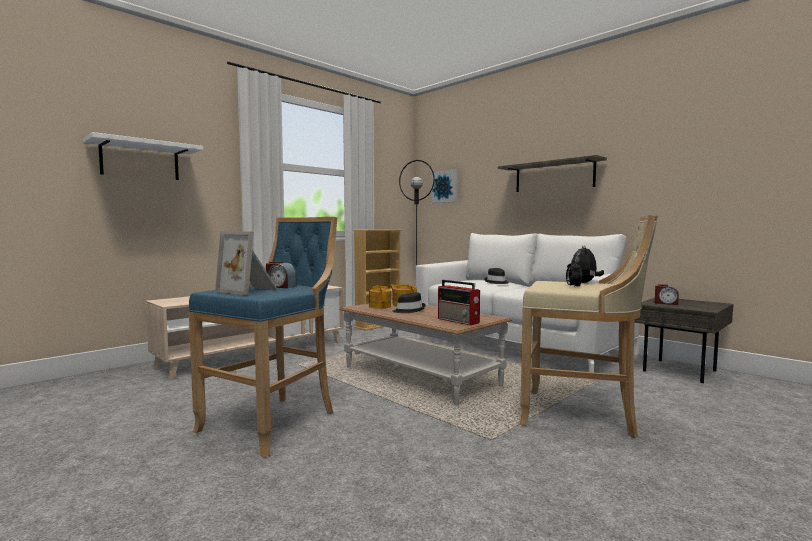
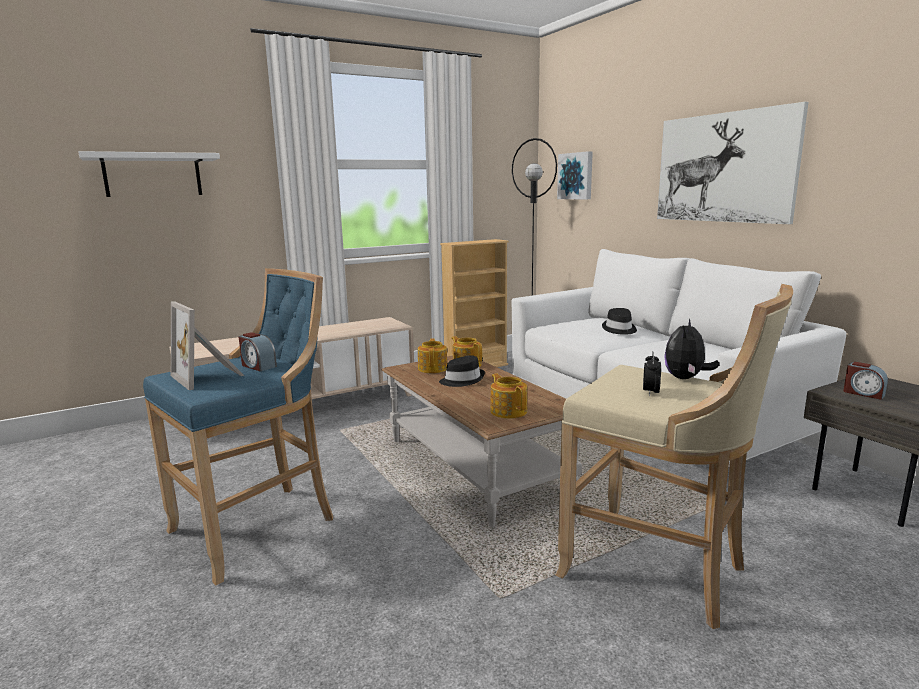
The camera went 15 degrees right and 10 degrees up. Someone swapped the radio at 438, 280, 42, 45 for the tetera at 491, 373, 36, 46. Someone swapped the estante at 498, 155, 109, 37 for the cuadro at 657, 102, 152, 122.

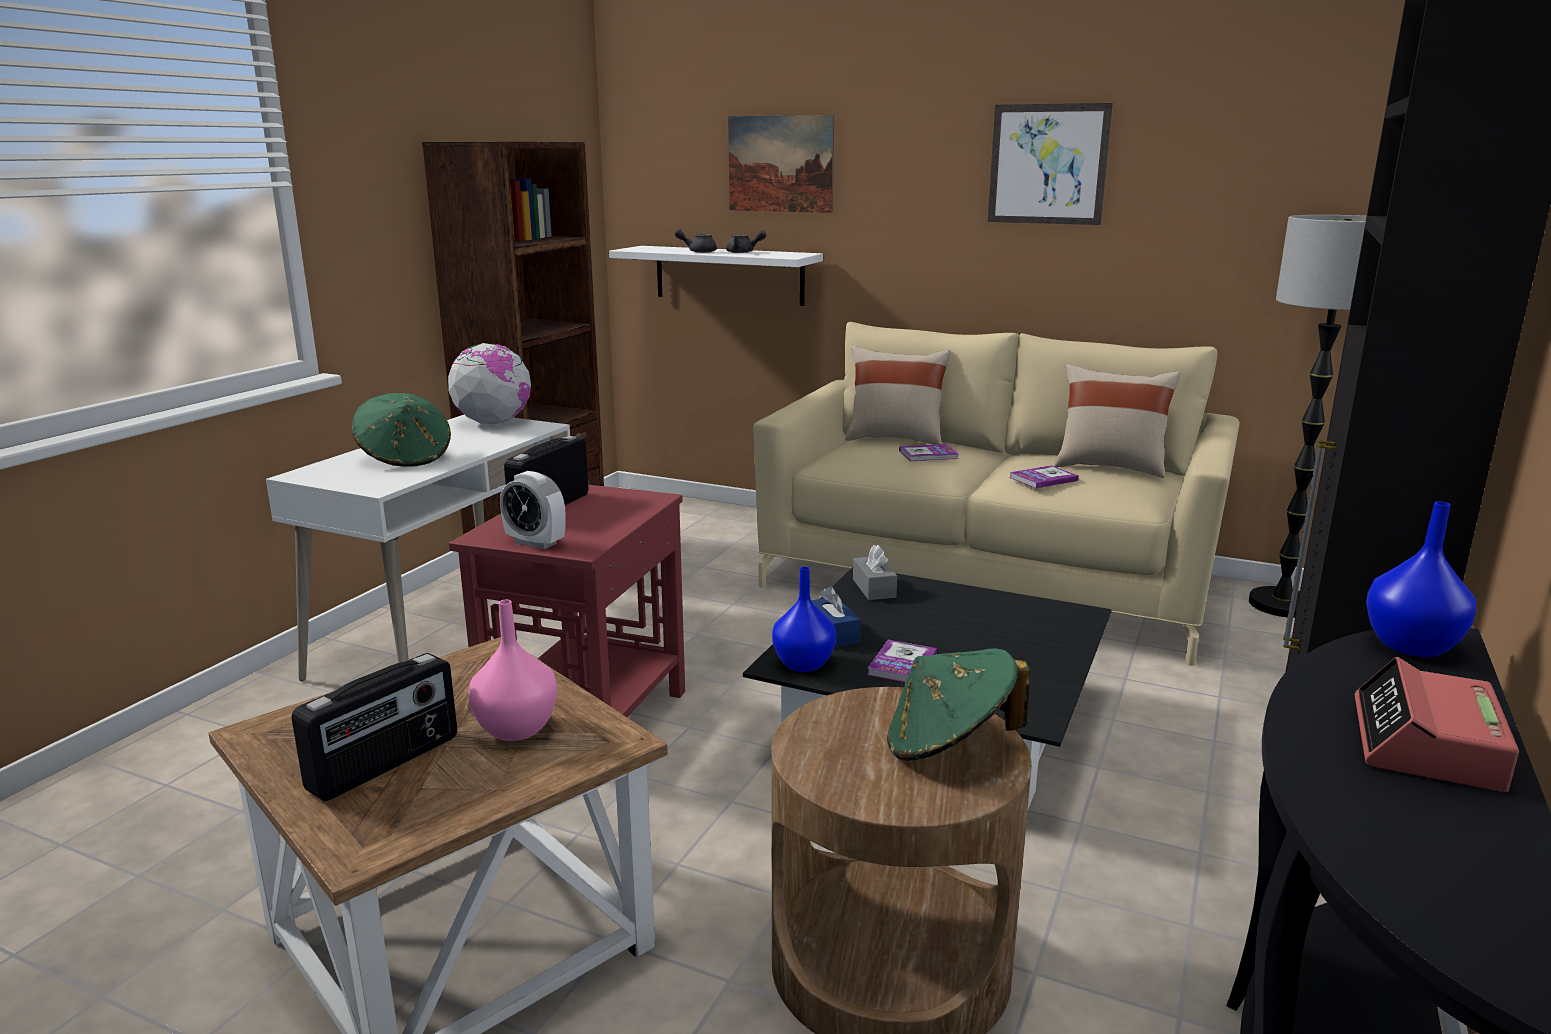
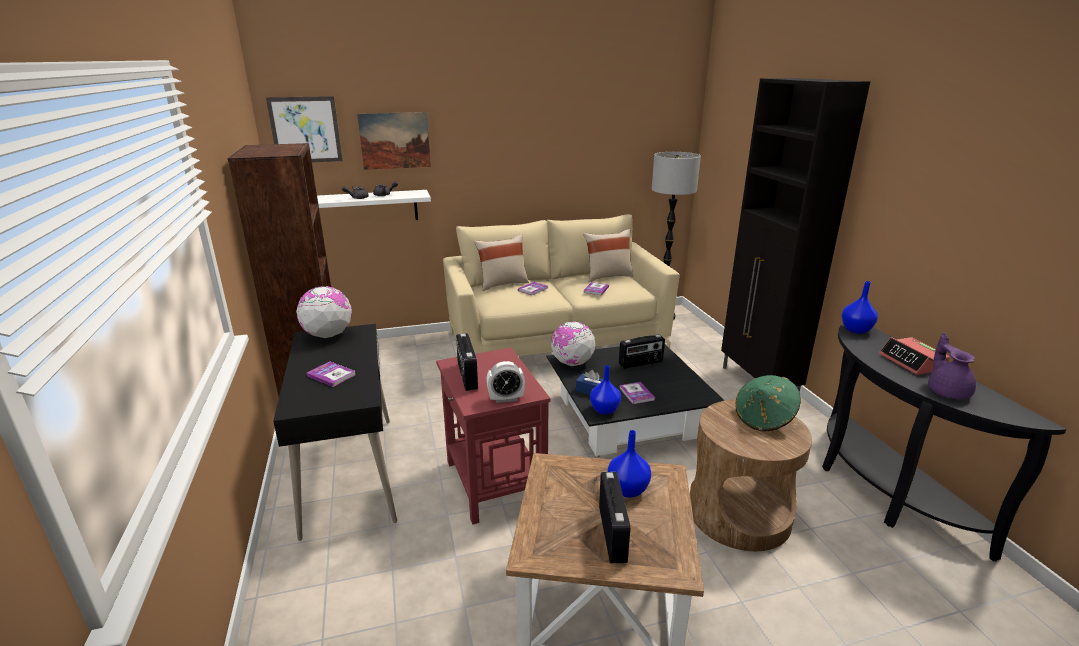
The camera went 40 degrees left and 5 degrees up. Someone repainted the escritorio [blanco] at 266, 415, 304, 267, which became the escritorio [negro] at 273, 324, 124, 217. Someone swapped the sombrero [verde] at 352, 393, 99, 74 for the libro at 306, 362, 50, 25. Someone repainted the florero [rosa] at 469, 599, 89, 142, which became the florero [azul] at 608, 430, 43, 68. Someone swapped the caja de pañuelos [gris] at 853, 545, 44, 55 for the globo terráqueo at 551, 322, 44, 44. Someone carried the cuadro from 988, 103, 125, 122 to 266, 96, 77, 66. Someone put down the radio at 619, 334, 46, 35. Someone put down the tetera [morado] at 928, 333, 48, 66.

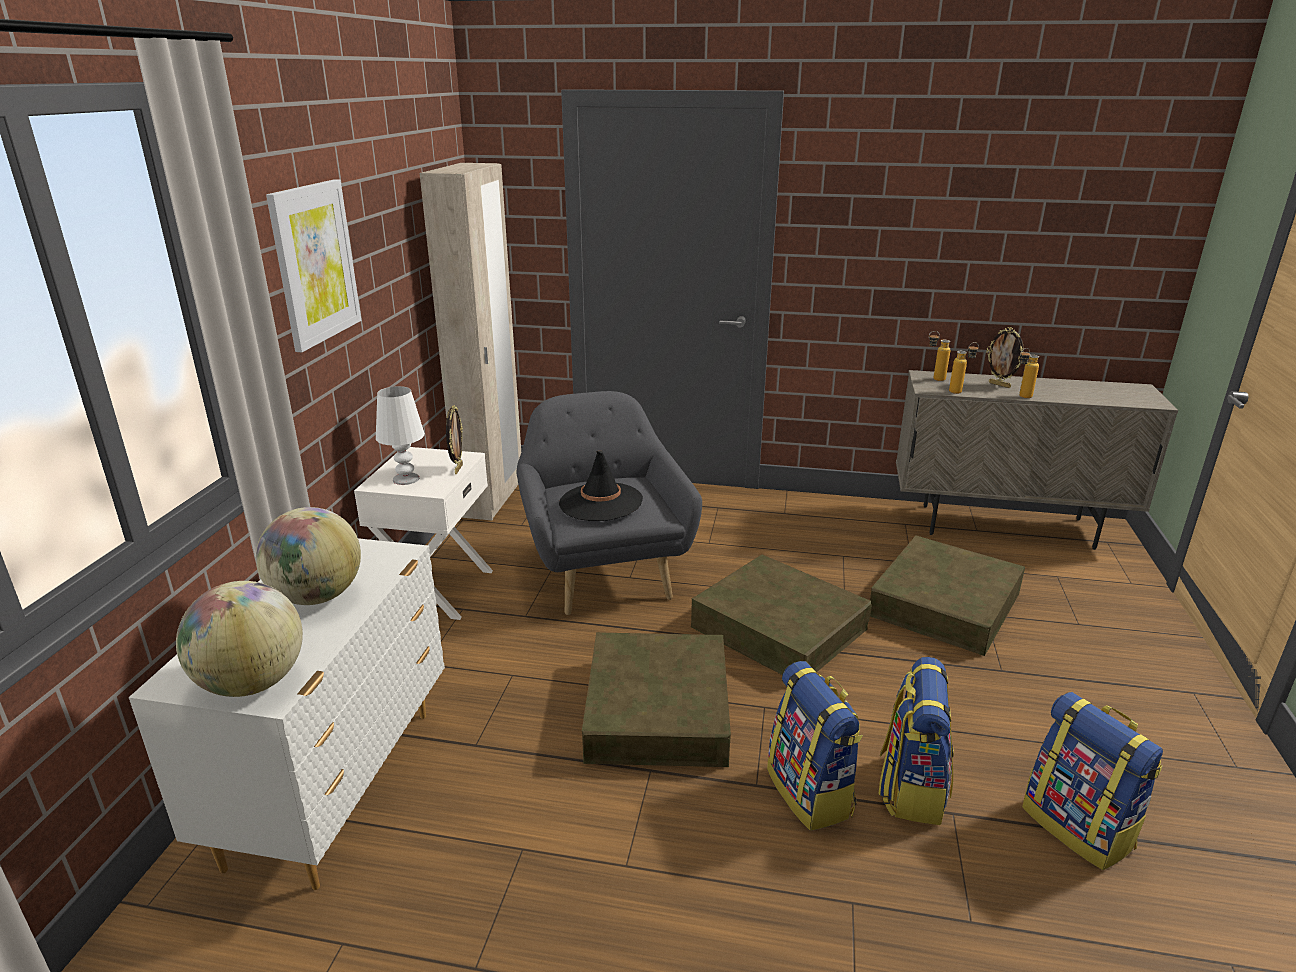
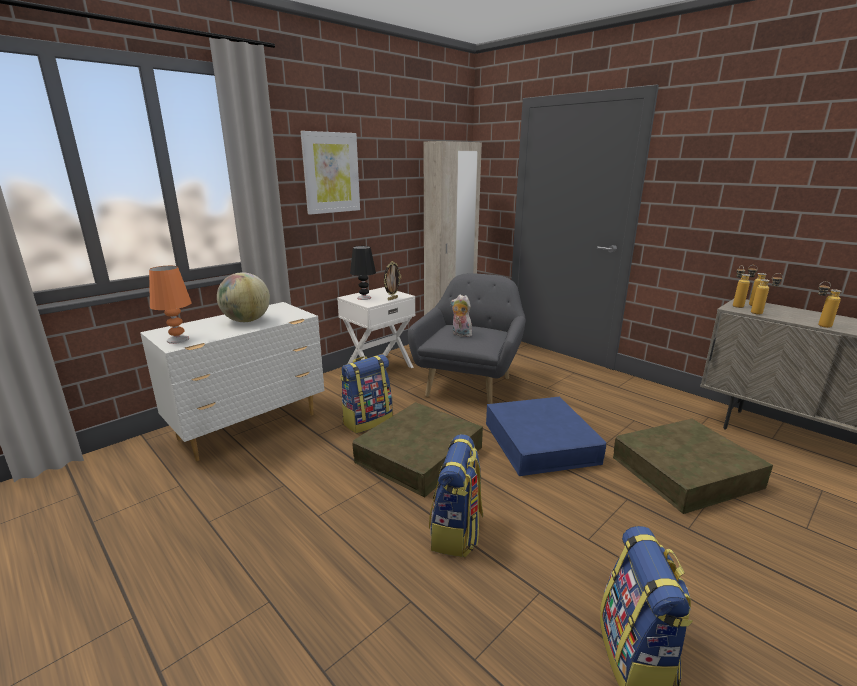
The camera went 35 degrees right and 5 degrees down. Someone swapped the globo terráqueo at 176, 581, 127, 116 for the lámpara de mesa [naranja] at 149, 266, 43, 78. Someone repainted the lámpara de mesa [blanco] at 376, 386, 49, 99, which became the lámpara de mesa [negro] at 350, 246, 26, 54. Someone swapped the sombrero [negro] at 559, 451, 84, 70 for the peluche at 451, 295, 24, 42. Someone repainted the caja de almacenaje [marrón] at 691, 555, 181, 120, which became the caja de almacenaje [azul] at 486, 397, 120, 79. Someone carried the mochila from 879, 657, 75, 168 to 340, 354, 53, 80. Someone took away the portarretratos at 986, 327, 38, 61. Someone put down the botella at 733, 265, 17, 43.

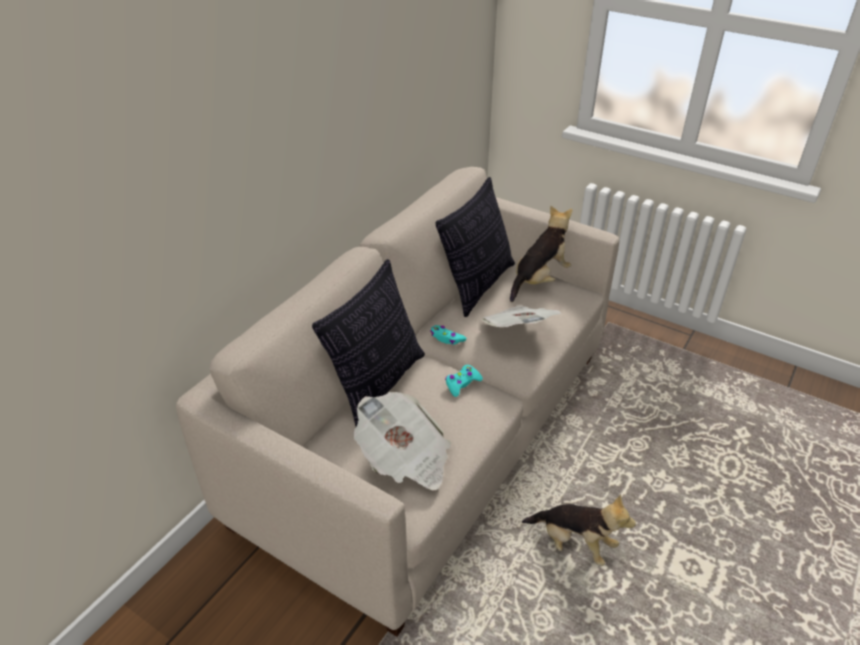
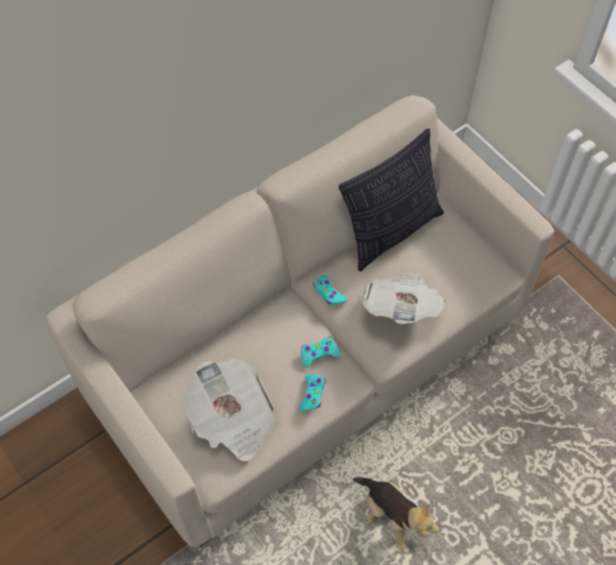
The camera went 20 degrees right and 20 degrees up. Someone took away the cojín at 312, 259, 113, 168. Someone took away the peluche at 510, 206, 62, 96. Someone put down the mando de consola [turquesa] at 299, 374, 27, 37.

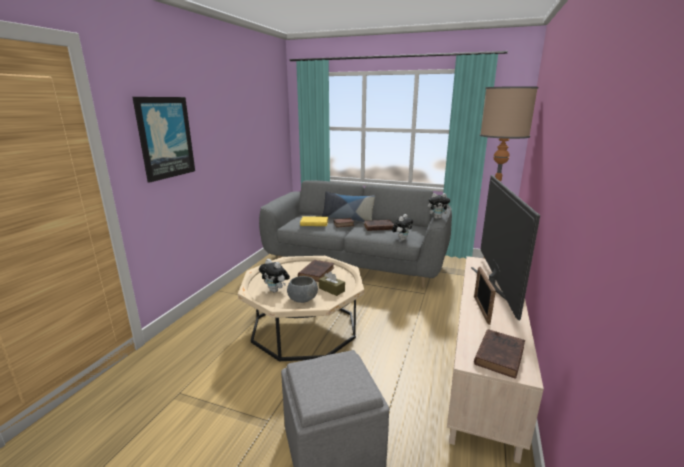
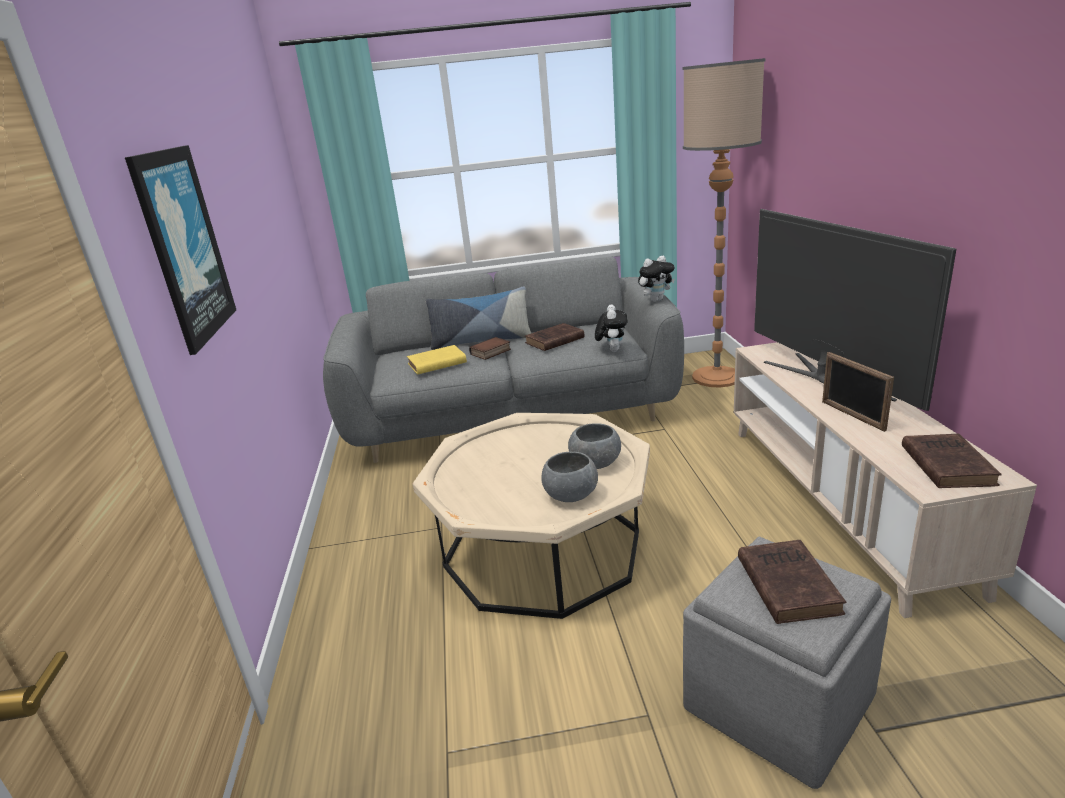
The camera went 25 degrees left and 5 degrees up. Someone took away the peluche at 259, 259, 31, 34. Someone carried the libro [marrón] from 298, 260, 36, 22 to 738, 540, 109, 84. Someone swapped the caja de pañuelos [marrón] at 319, 271, 26, 25 for the cuenco [gris] at 568, 423, 53, 46.

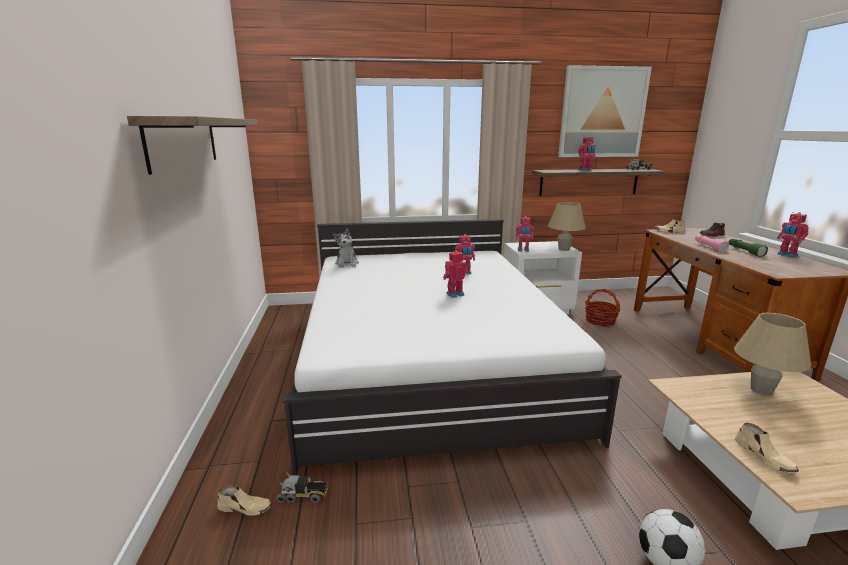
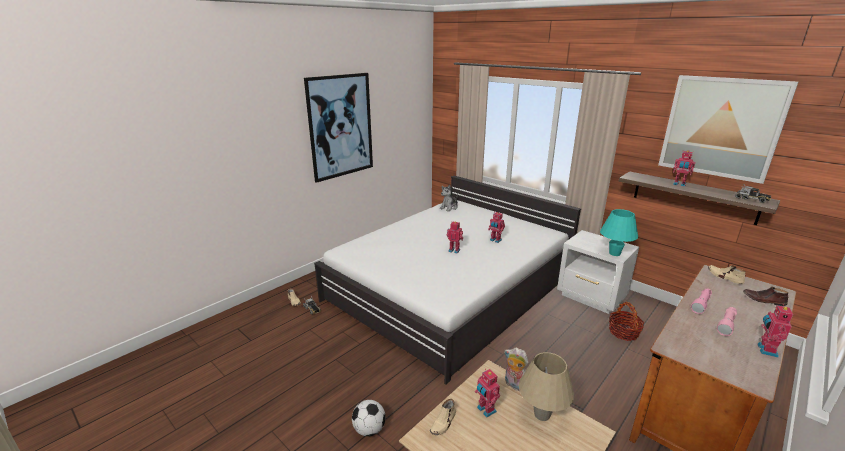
The camera went 50 degrees right and 5 degrees up. Someone swapped the estante at 127, 116, 131, 59 for the cuadro at 304, 73, 69, 110. Someone carried the robot de juguete from 516, 216, 18, 36 to 475, 369, 25, 49. Someone repainted the lámpara de mesa [beis] at 548, 202, 38, 49, which became the lámpara de mesa [turquesa] at 600, 209, 38, 47. Someone repainted the linterna [verde] at 729, 239, 39, 18, which became the linterna [rosa] at 717, 307, 20, 29. Someone put down the peluche at 504, 347, 24, 44.

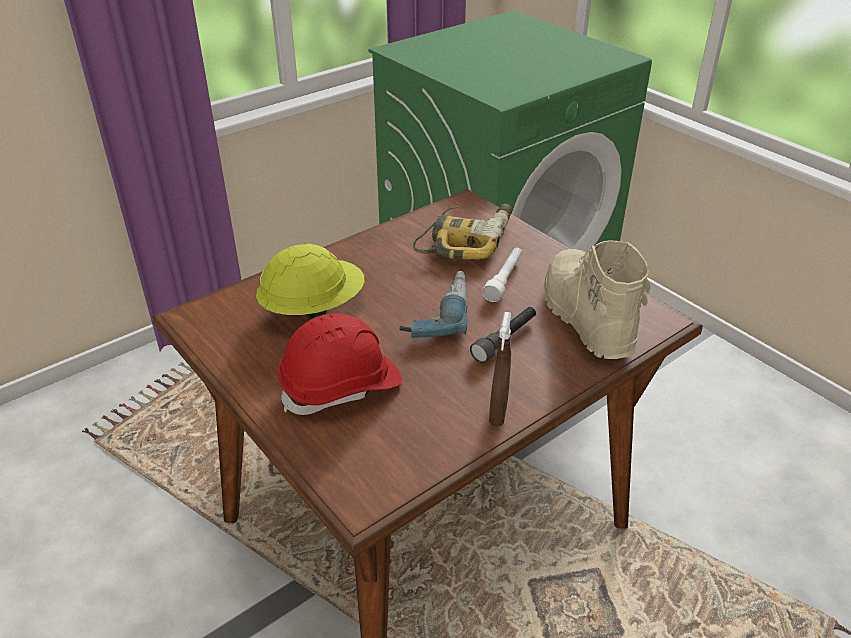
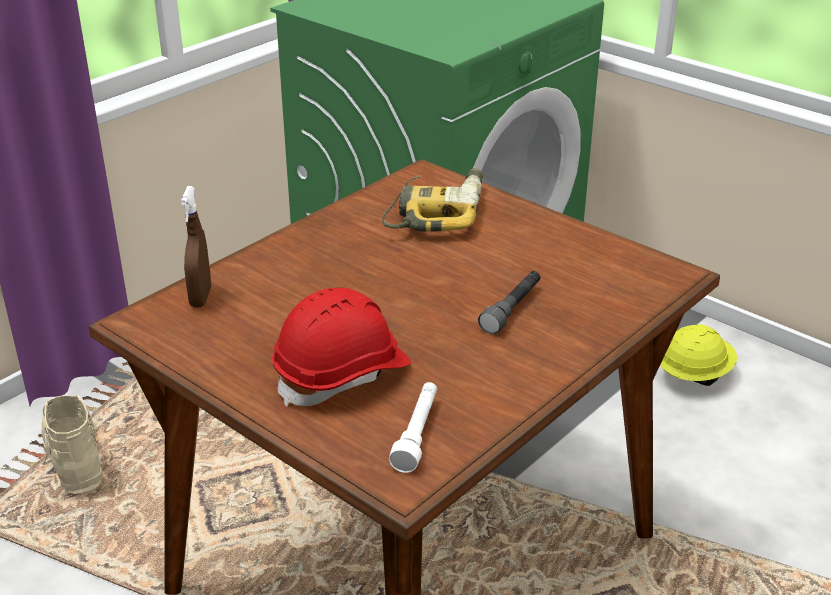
The camera went 10 degrees left and 5 degrees down. Someone carried the casco [amarillo] from 256, 244, 108, 75 to 660, 324, 77, 62. Someone took away the taladro at 399, 271, 69, 67. Someone carried the linterna [blanco] from 482, 248, 40, 54 to 389, 382, 48, 91. Someone carried the pulverizador [marrón] from 489, 312, 22, 114 to 181, 186, 30, 122. Someone carried the bota [beis] from 544, 240, 107, 119 to 42, 395, 61, 99.

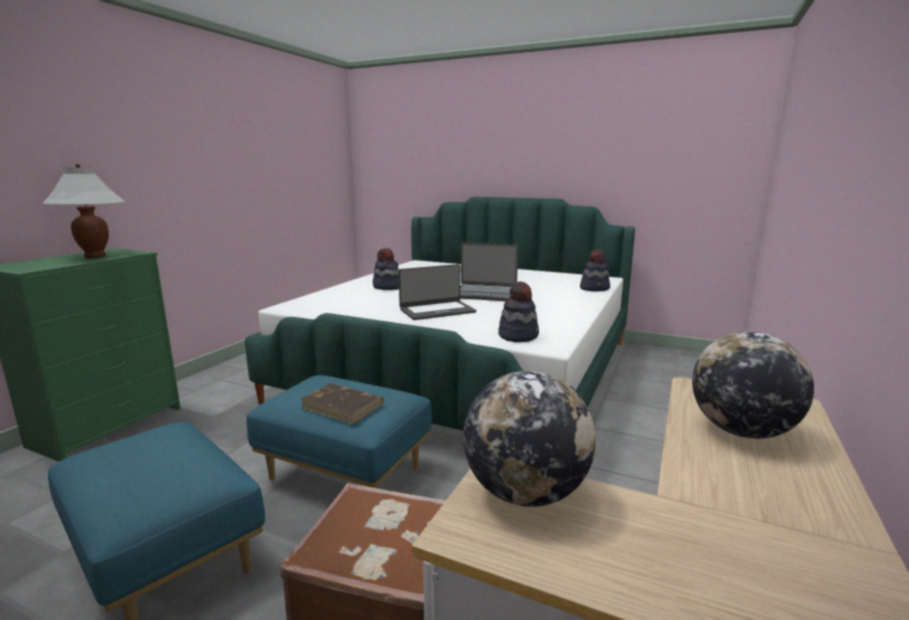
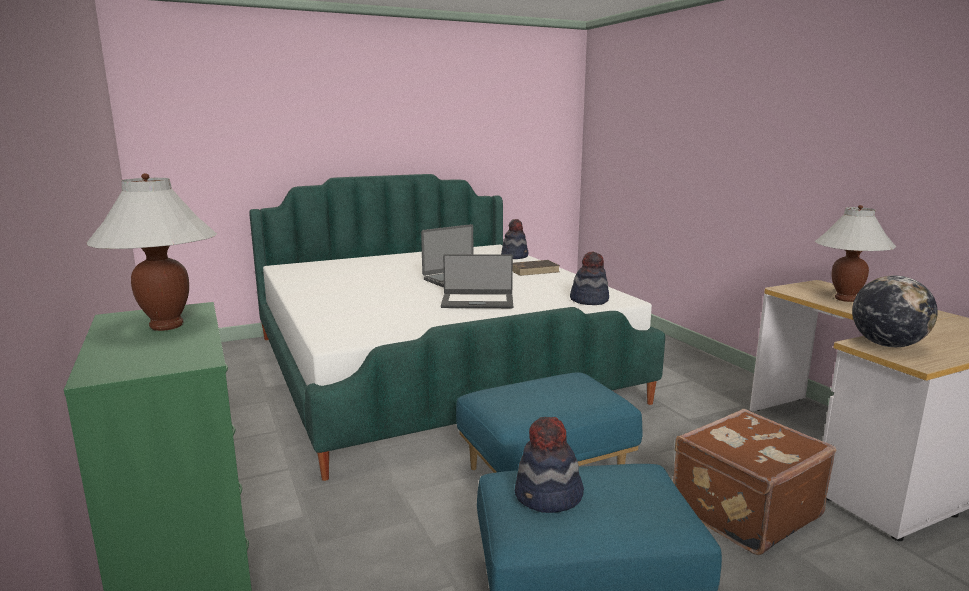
The camera went 50 degrees left and 0 degrees up. Someone carried the libro [marrón] from 300, 383, 84, 41 to 513, 260, 47, 16. Someone carried the sombrero from 373, 248, 26, 42 to 515, 417, 69, 96. Someone rotated the portátil at 399, 264, 77, 56 by 75 degrees clockwise. Someone swapped the globo terráqueo at 692, 332, 122, 107 for the lámpara de mesa [blanco] at 815, 205, 81, 97.

